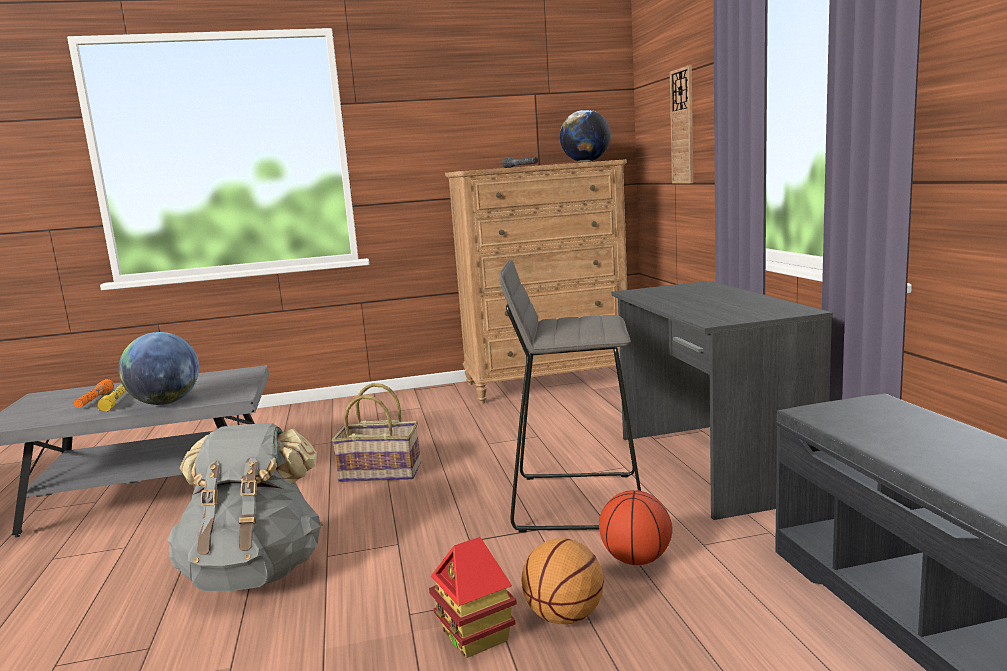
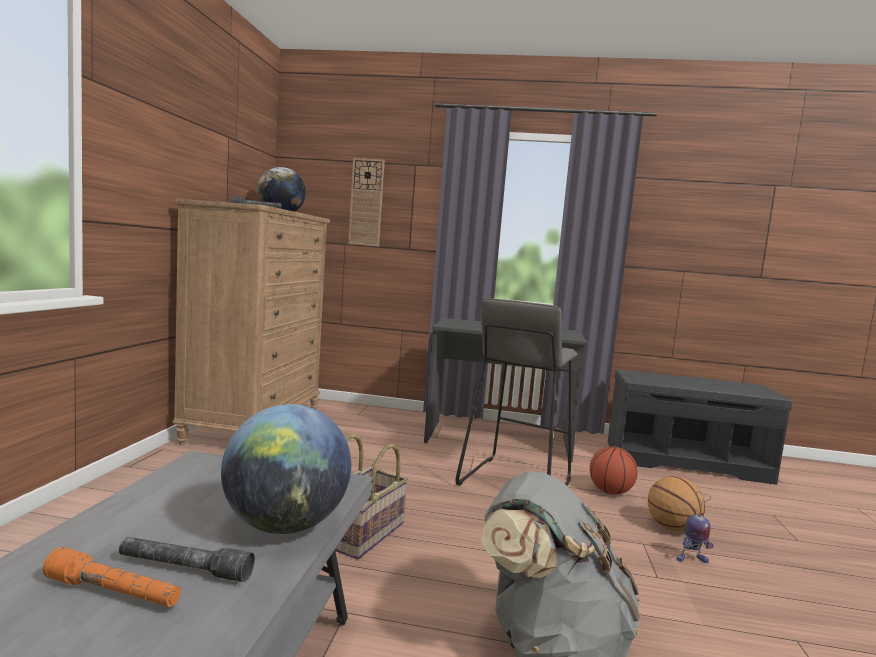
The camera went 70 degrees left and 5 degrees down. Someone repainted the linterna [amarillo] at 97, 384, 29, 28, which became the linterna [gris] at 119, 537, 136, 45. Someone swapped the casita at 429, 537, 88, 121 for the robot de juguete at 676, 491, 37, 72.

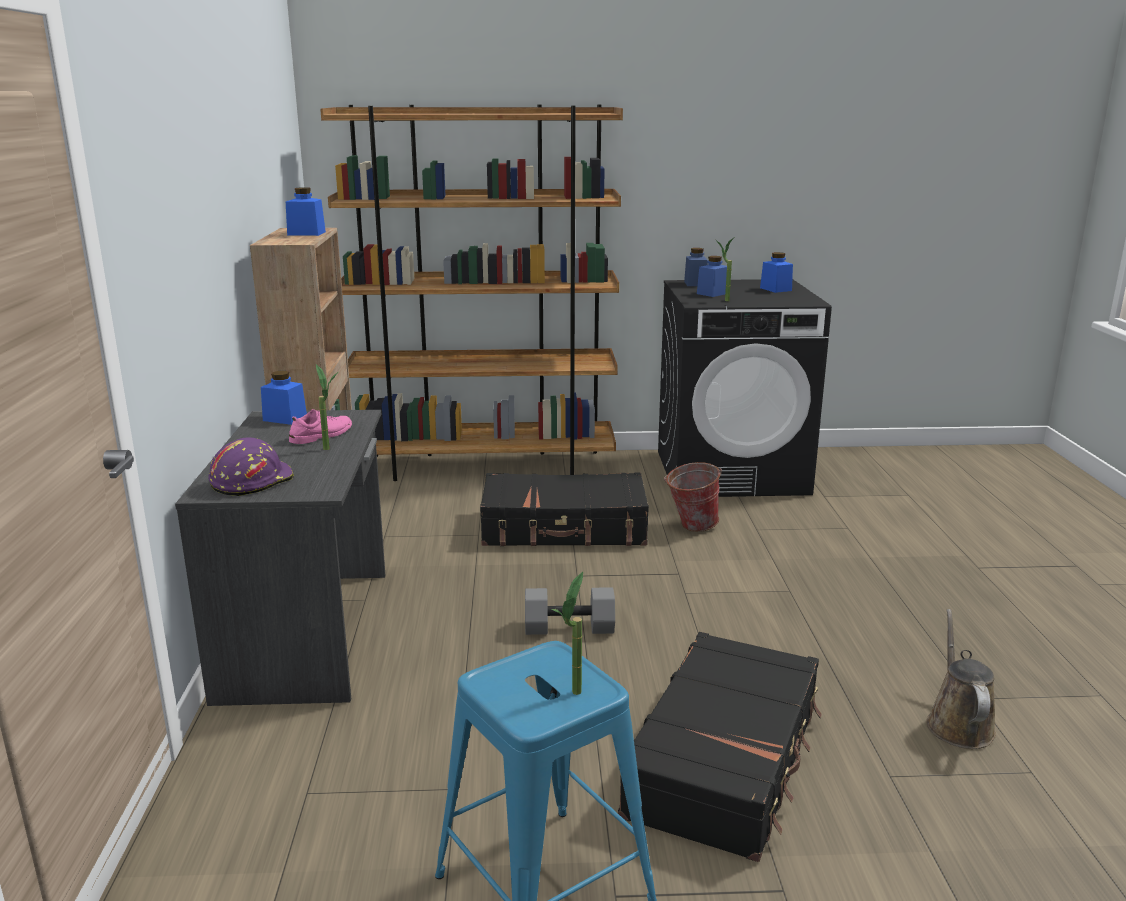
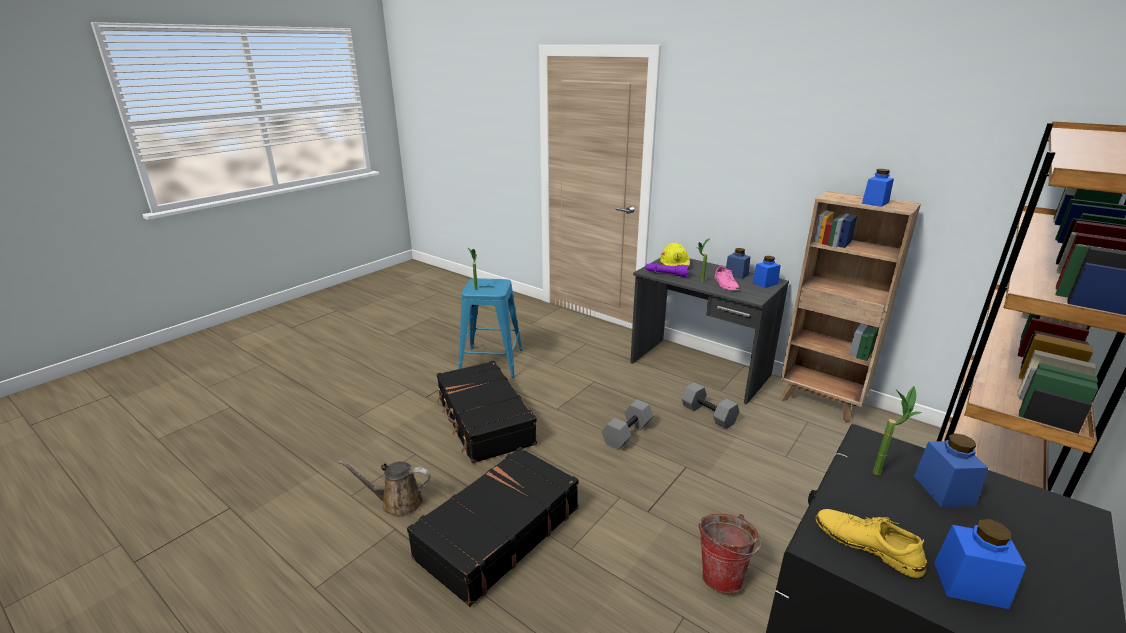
The camera went 130 degrees right and 5 degrees up. Someone repainted the casco [morado] at 209, 437, 85, 59, which became the casco [amarillo] at 660, 243, 31, 24. Someone carried the maleta [negro] from 480, 472, 169, 74 to 407, 447, 172, 160. Someone carried the tarro [azul] from 684, 248, 24, 38 to 726, 248, 25, 31. Someone rotated the regadera [marrón] at 926, 609, 70, 140 by 135 degrees clockwise. Someone put down the linterna [morado] at 646, 263, 43, 14. Someone put down the mancuerna [gris] at 681, 382, 58, 47. Someone put down the zapato [amarillo] at 816, 509, 111, 69.

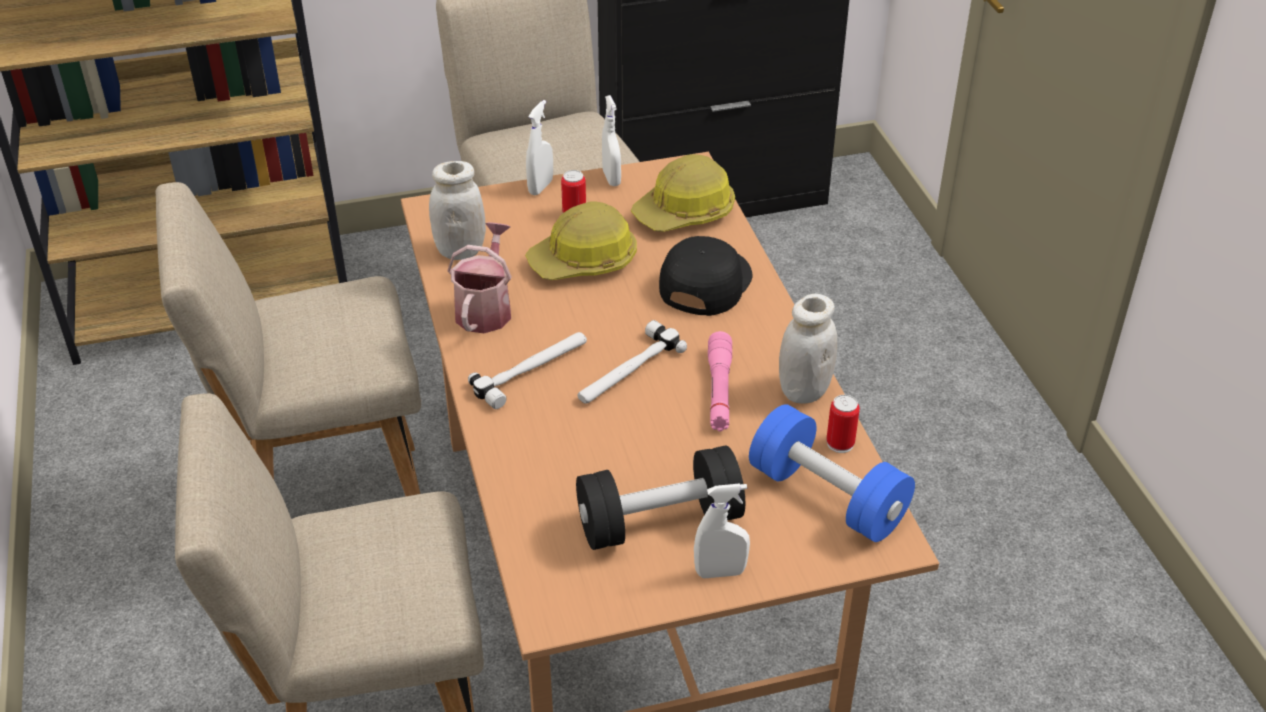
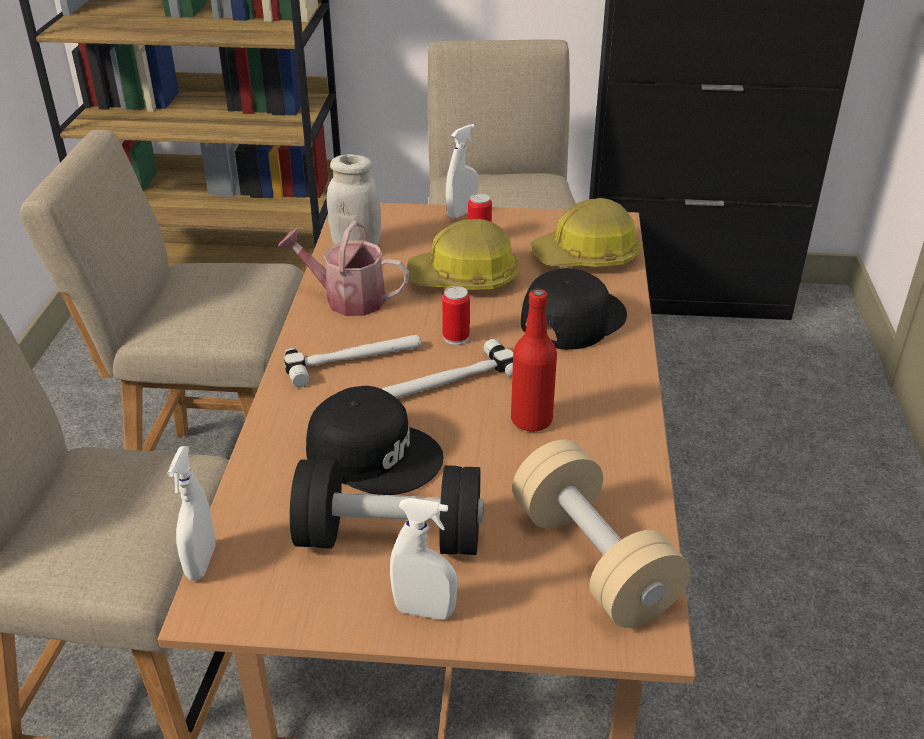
The camera went 20 degrees right and 5 degrees down. Someone rotated the regadera at 448, 222, 64, 111 by 105 degrees counterclockwise. Someone carried the pulverizador [blanco] from 602, 95, 19, 91 to 167, 446, 48, 135. Someone swapped the linterna [rosa] at 708, 331, 24, 100 for the botella [rojo] at 511, 289, 46, 143. Someone repainted the mancuerna [azul] at 749, 404, 166, 138, which became the mancuerna [beis] at 513, 440, 177, 188. Someone took away the tarro [blanco] at 779, 294, 58, 110. Someone carried the lata from 826, 395, 34, 58 to 442, 286, 28, 59. Someone put down the gorra [negro] at 306, 386, 137, 109.

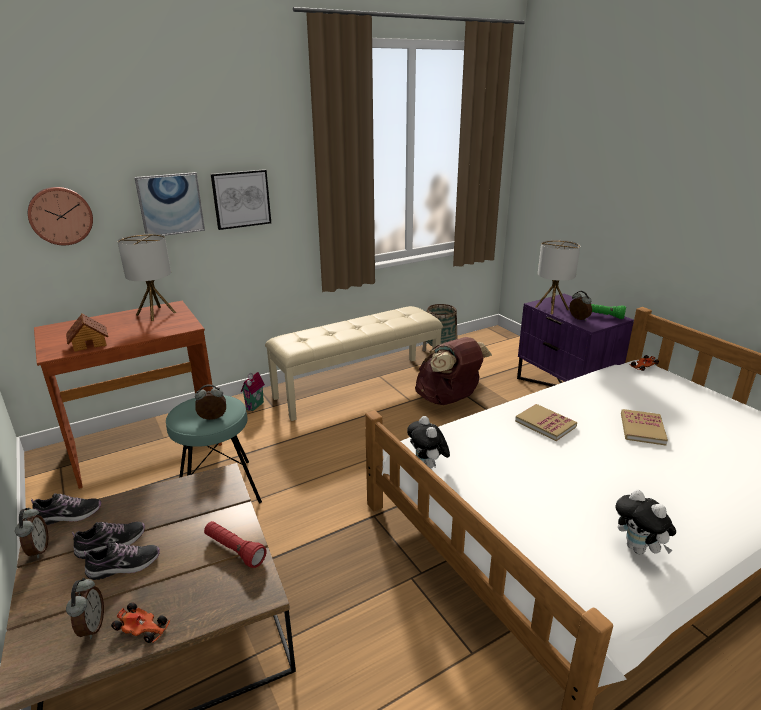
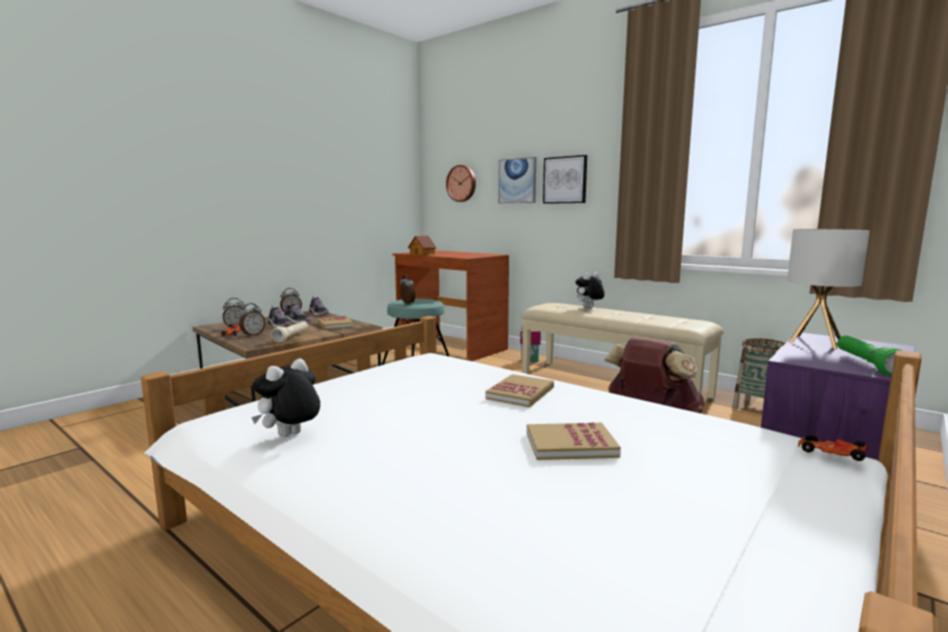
The camera went 70 degrees right and 15 degrees down. Someone took away the lámpara de mesa at 117, 233, 59, 88. Someone repainted the linterna [rojo] at 204, 521, 62, 47, which became the linterna [beis] at 271, 321, 37, 21. Someone carried the peluche from 407, 416, 43, 52 to 575, 272, 30, 36. Someone carried the despertador from 570, 291, 22, 30 to 239, 303, 26, 34. Someone put down the libro at 318, 316, 36, 14.

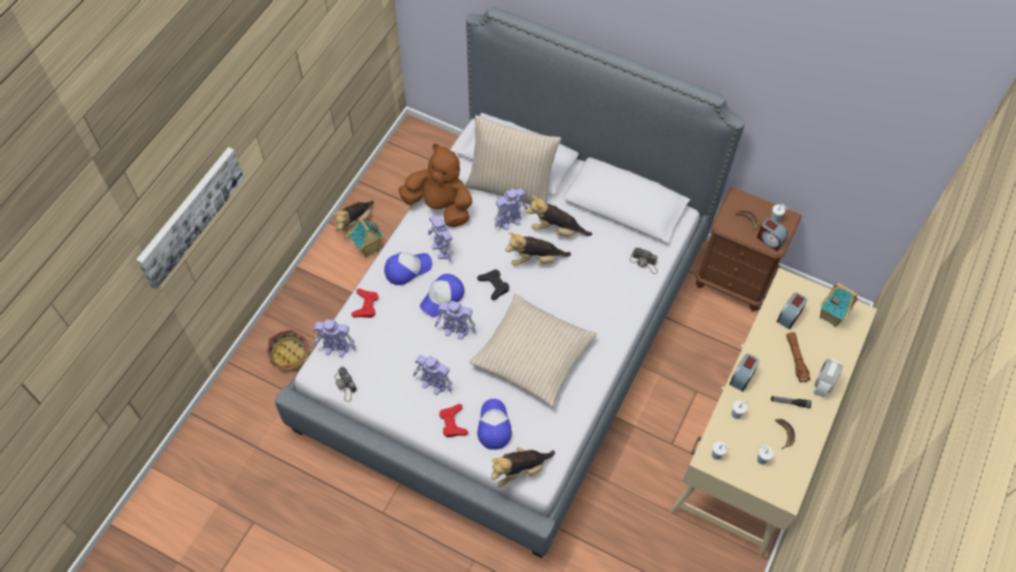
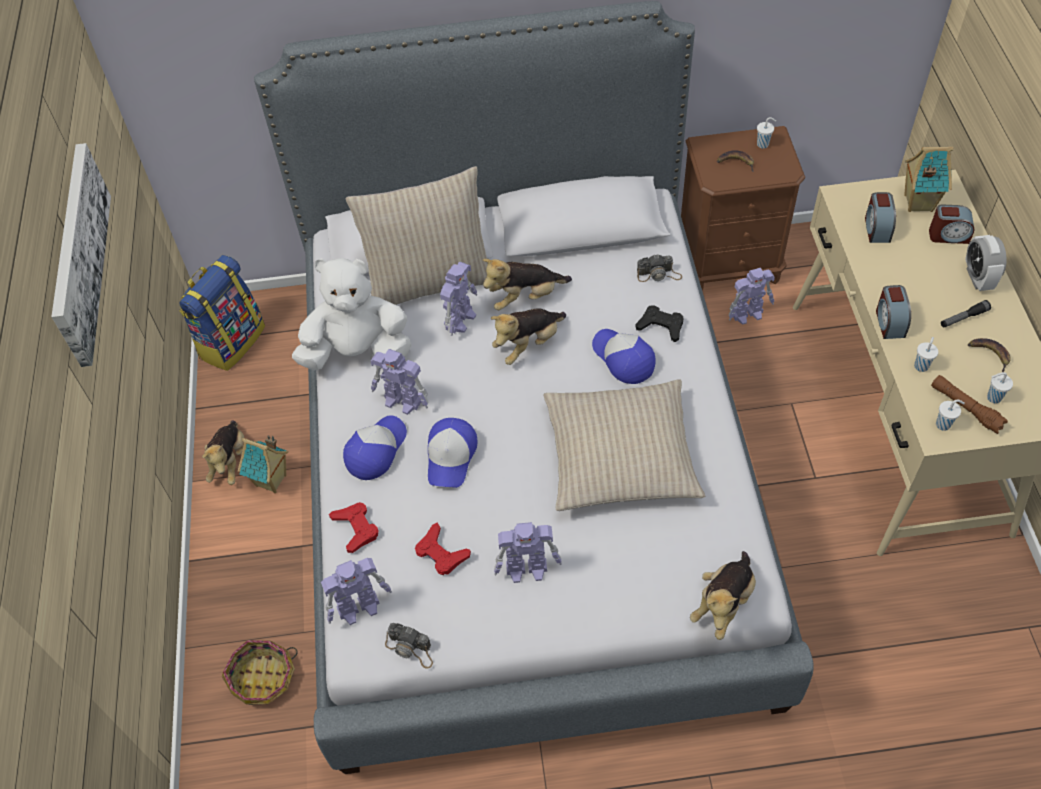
The camera went 30 degrees left and 5 degrees down. Someone carried the cuadro from 136, 147, 108, 142 to 51, 143, 60, 224. Someone repainted the peluche [marrón] at 398, 144, 74, 83, which became the peluche [blanco] at 292, 258, 120, 113. Someone carried the robot de juguete from 435, 301, 41, 39 to 729, 268, 46, 57. Someone carried the mando de consola [rojo] from 439, 404, 29, 33 to 415, 523, 56, 52. Someone carried the mando de consola [negro] from 477, 269, 32, 31 to 635, 305, 48, 37. Someone carried the gorra from 477, 399, 35, 51 to 592, 329, 64, 55. Someone carried the despertador from 757, 217, 31, 34 to 929, 204, 46, 40. Someone carried the linterna [marrón] from 786, 332, 24, 51 to 931, 375, 77, 59. Someone put down the mochila at 179, 255, 86, 116.

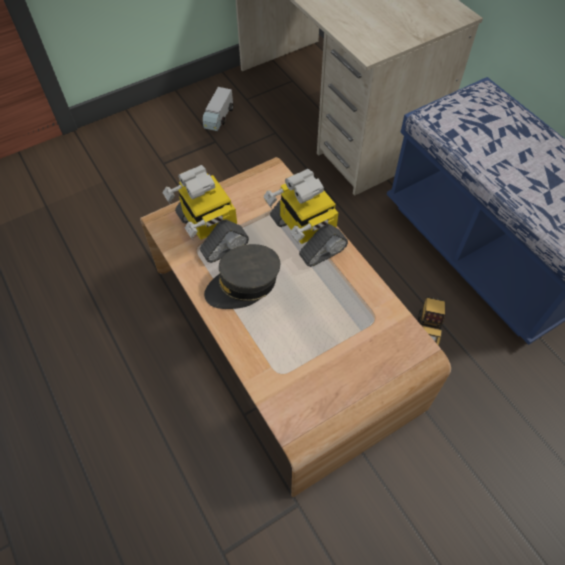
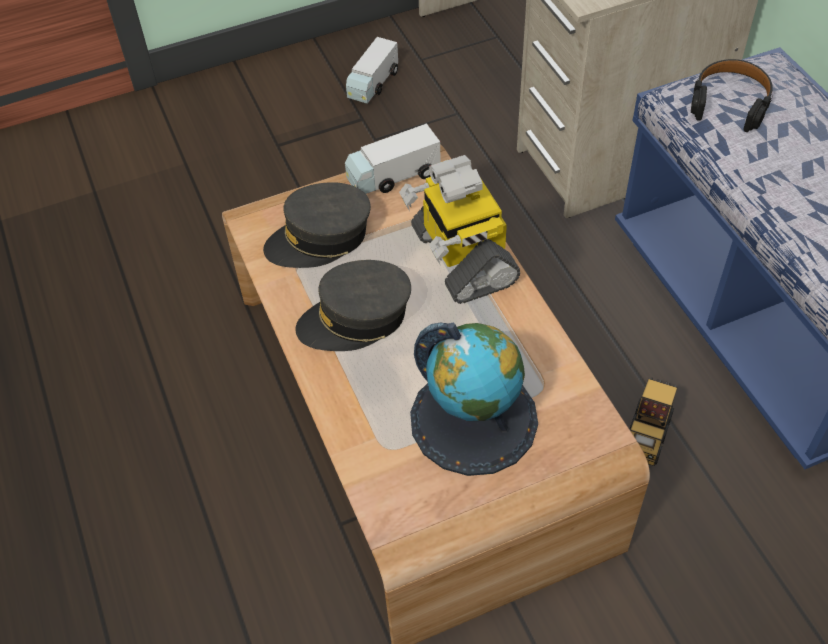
The camera went 10 degrees right and 5 degrees down. Someone swapped the robot de juguete at 163, 165, 86, 98 for the gorra [gris] at 263, 182, 108, 86. Someone put down the camión de juguete at 345, 123, 96, 71. Someone put down the globo terráqueo at 410, 323, 128, 153. Someone put down the auriculares [negro] at 691, 59, 82, 73.

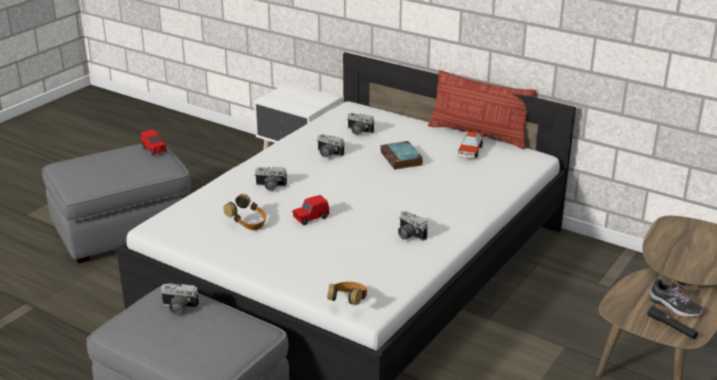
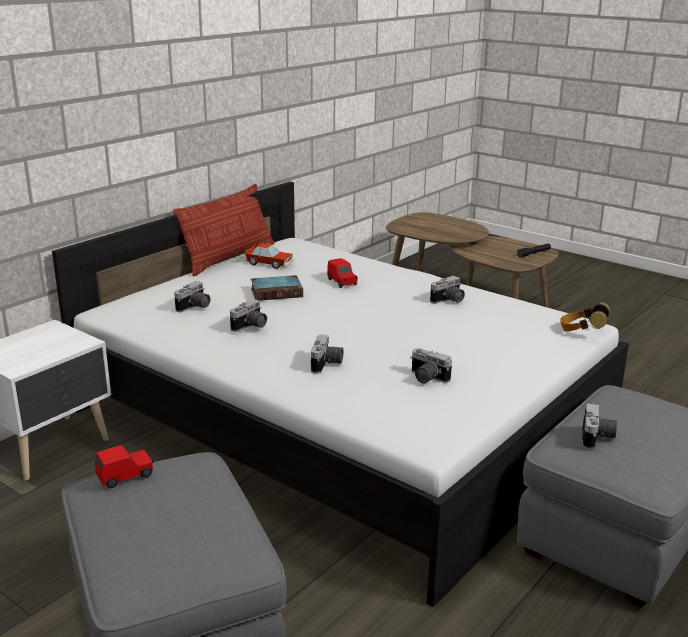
The camera went 85 degrees left and 5 degrees down. Someone swapped the auriculares at 223, 194, 44, 36 for the cámara at 411, 348, 41, 35. Someone carried the coche de juguete [rojo] from 292, 195, 37, 30 to 327, 258, 30, 30. Someone took away the zapato at 649, 277, 55, 40.

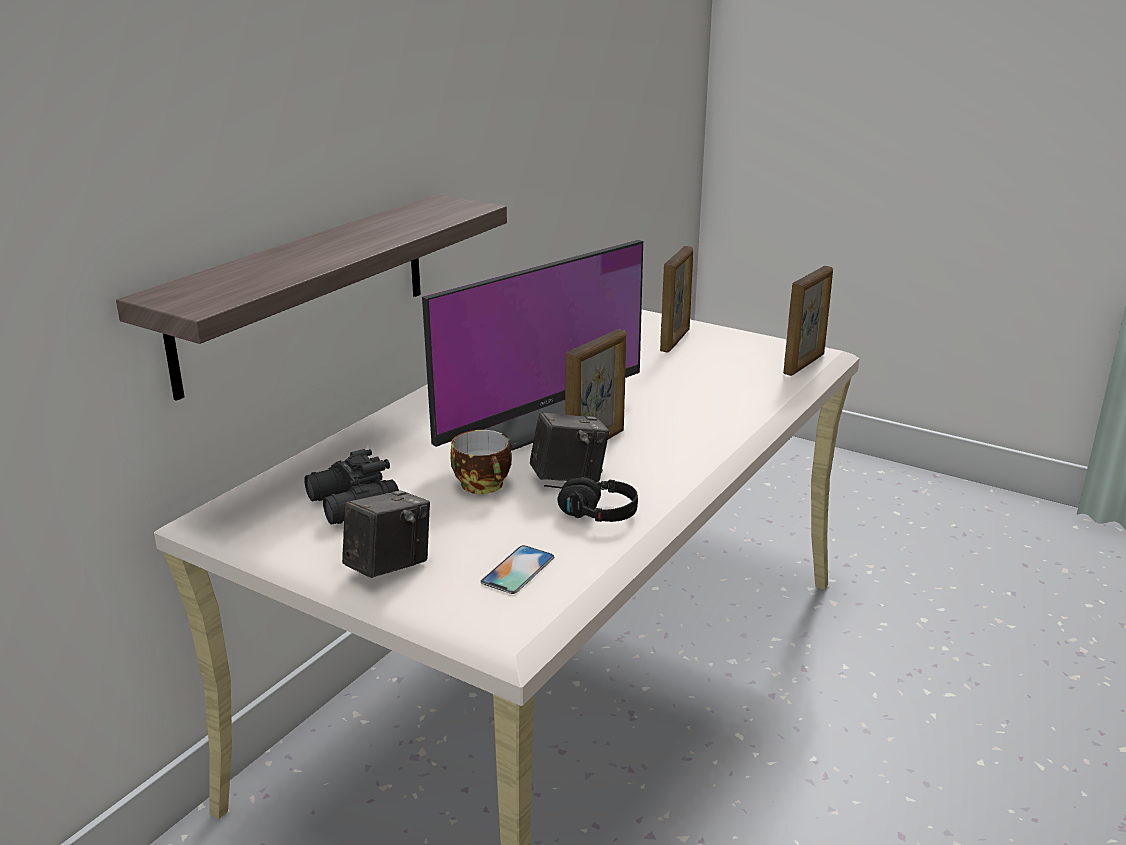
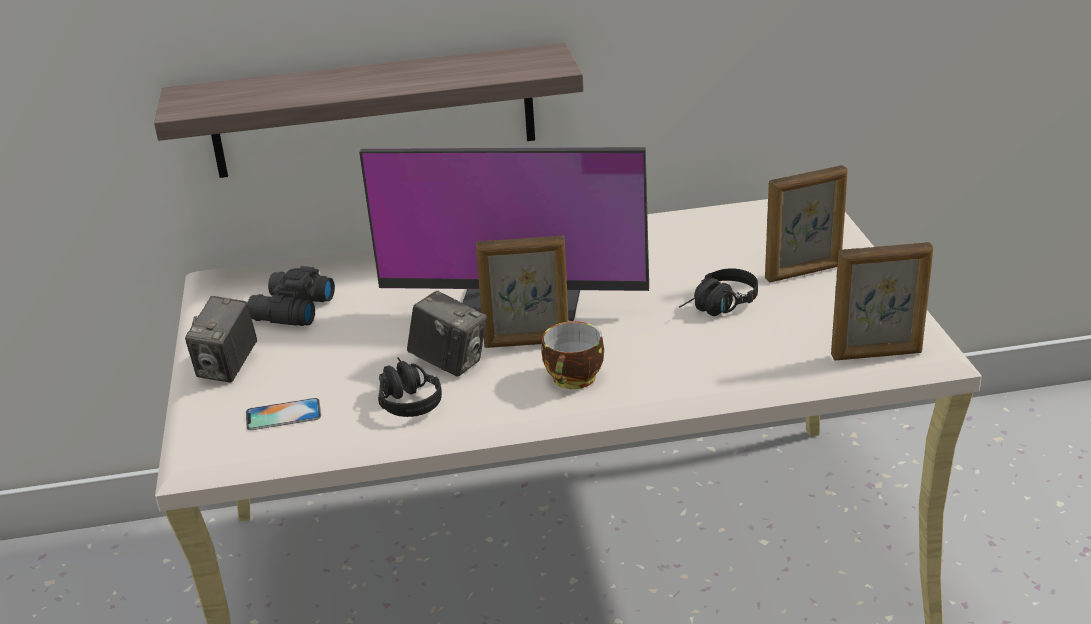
The camera went 50 degrees right and 5 degrees up. Someone rotated the cámara at 342, 490, 88, 88 by 105 degrees clockwise. Someone carried the taza from 450, 430, 62, 64 to 541, 321, 63, 68. Someone put down the auriculares [negro] at 679, 268, 79, 48.

